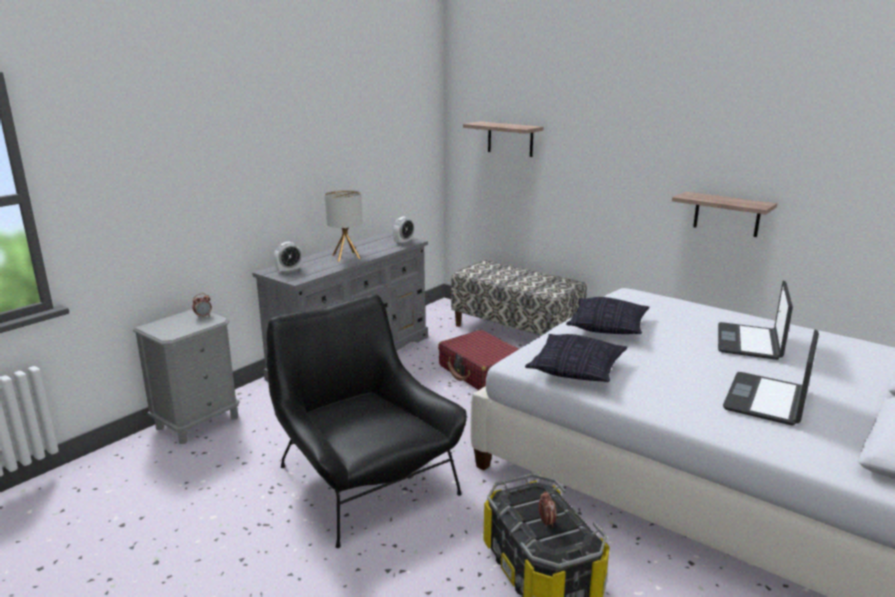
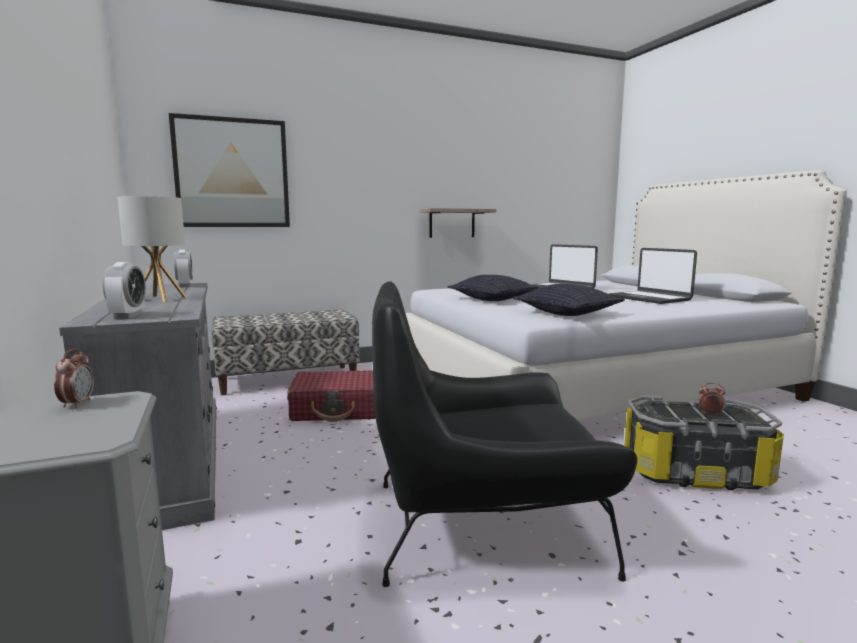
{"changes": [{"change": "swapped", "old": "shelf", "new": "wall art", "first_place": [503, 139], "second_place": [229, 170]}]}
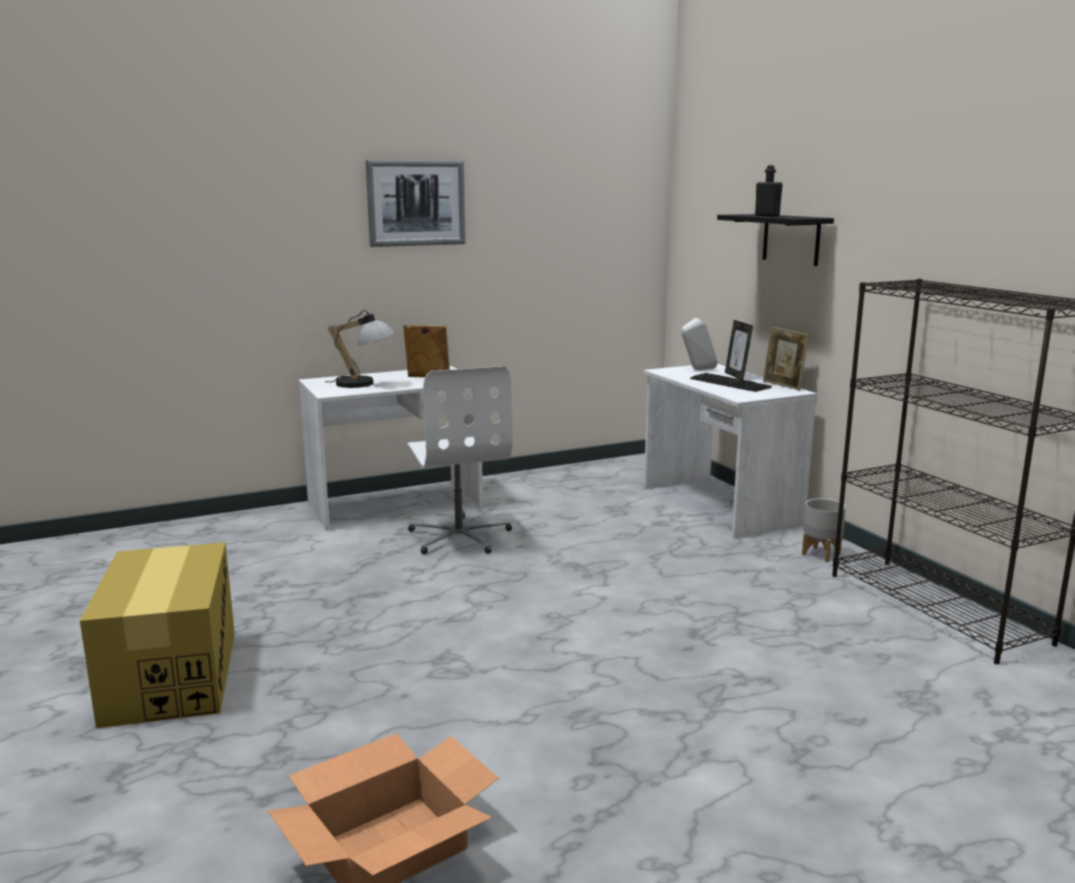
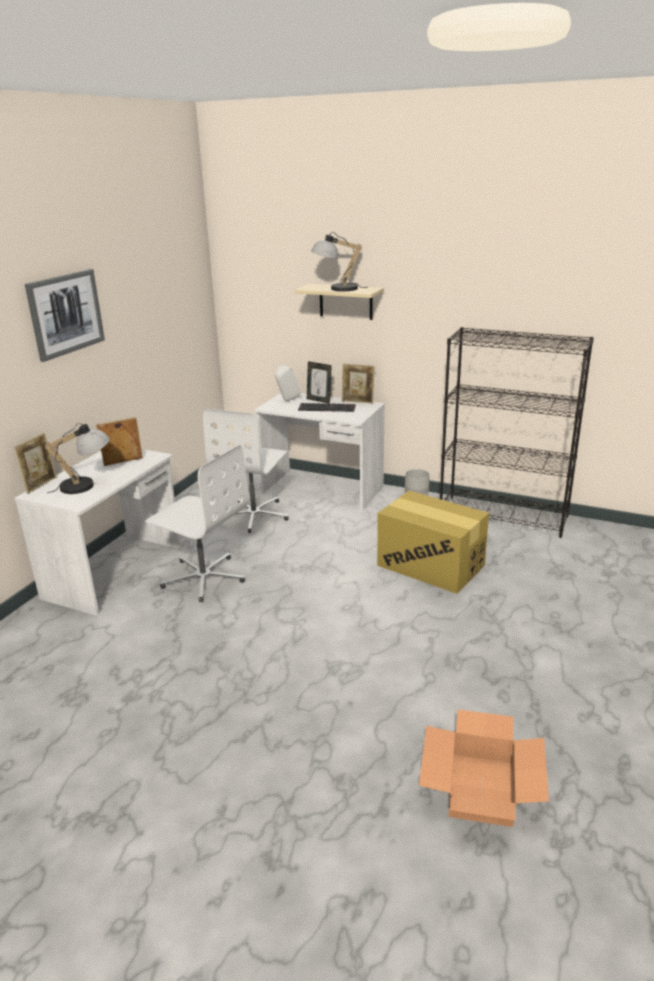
{"changes": [{"change": "new", "new": "picture frame", "second_place": [35, 463]}, {"change": "new", "new": "computer chair (white)", "second_place": [246, 471]}, {"change": "shifted", "old": "packing box", "first_place": [157, 635], "second_place": [433, 542]}, {"change": "swapped", "old": "drink bottle (black-coloured)", "new": "tabletop lamp", "first_place": [769, 190], "second_place": [339, 261]}, {"change": "repainted", "old": "shelf (black-coloured)", "new": "shelf (beige)", "first_place": [775, 240], "second_place": [339, 302]}]}
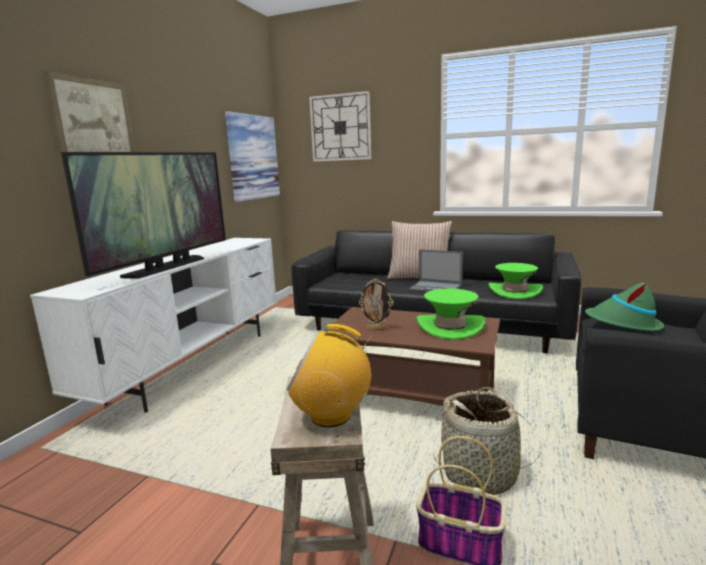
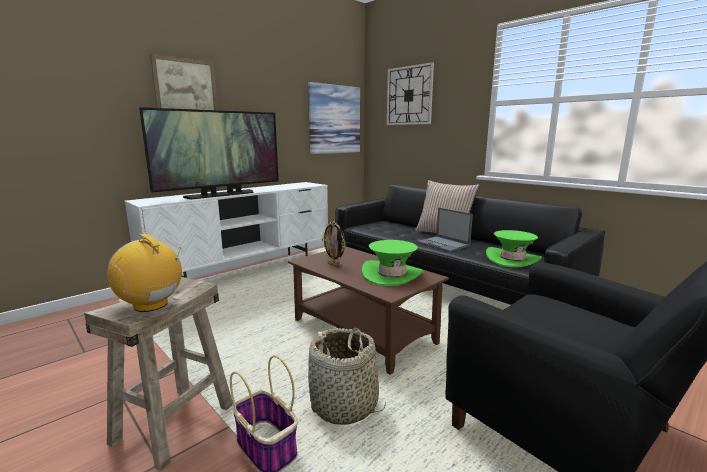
{"changes": [{"change": "gone", "old": "wearable hat (green)", "first_place": [624, 306]}]}
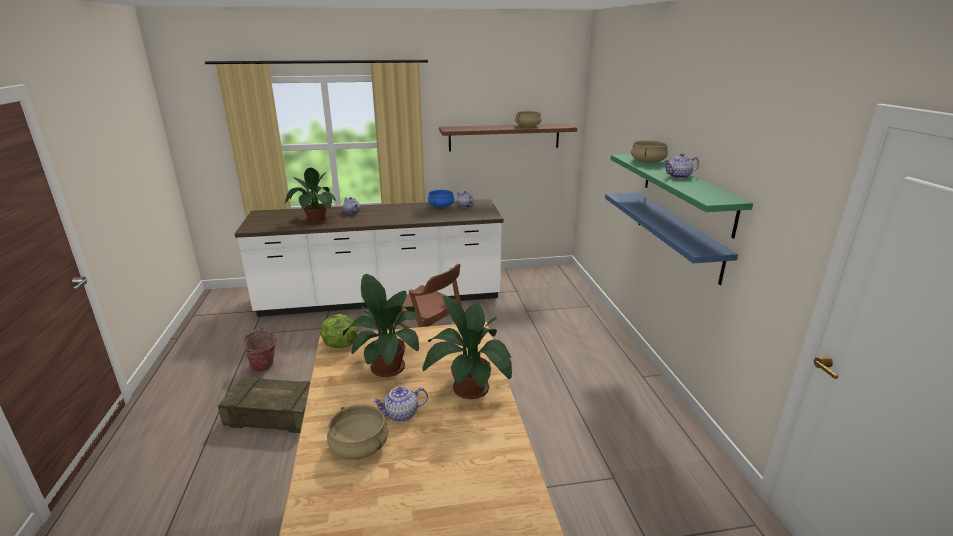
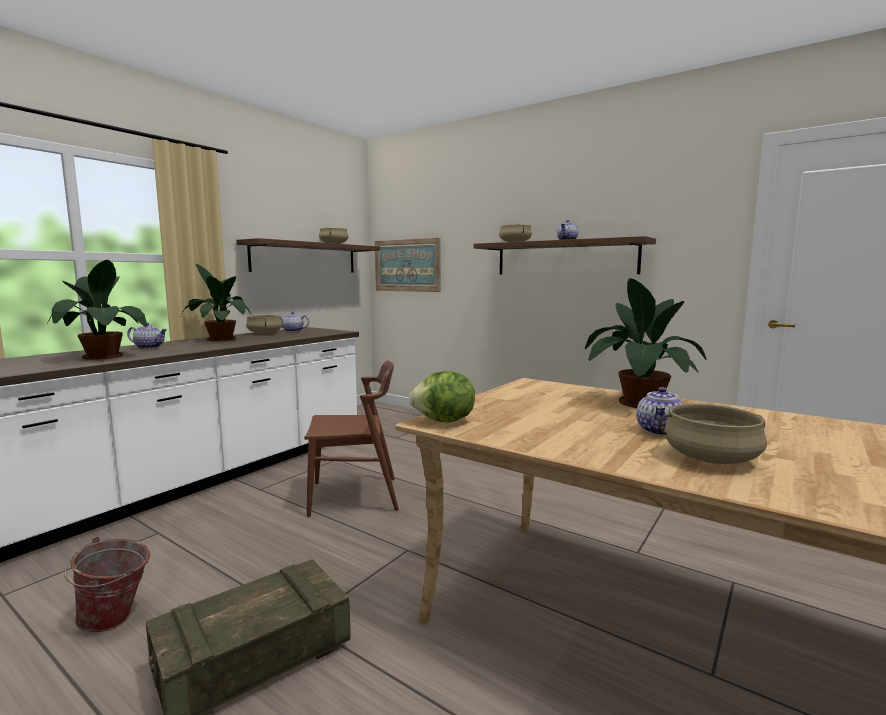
{"changes": [{"change": "gone", "old": "shelf (blue)", "first_place": [671, 238]}, {"change": "new", "new": "wall art", "second_place": [408, 265]}, {"change": "shifted", "old": "potted plant", "first_place": [384, 325], "second_place": [217, 302]}, {"change": "repainted", "old": "saucepot (blue)", "new": "saucepot (beige)", "first_place": [441, 198], "second_place": [264, 324]}, {"change": "repainted", "old": "shelf (green)", "new": "shelf (brown-coloured)", "first_place": [681, 196], "second_place": [565, 255]}]}
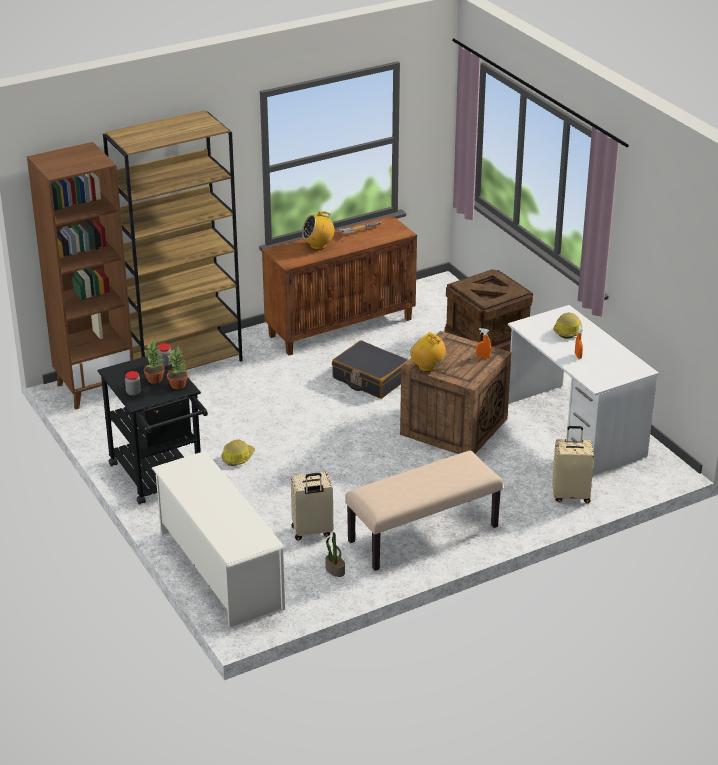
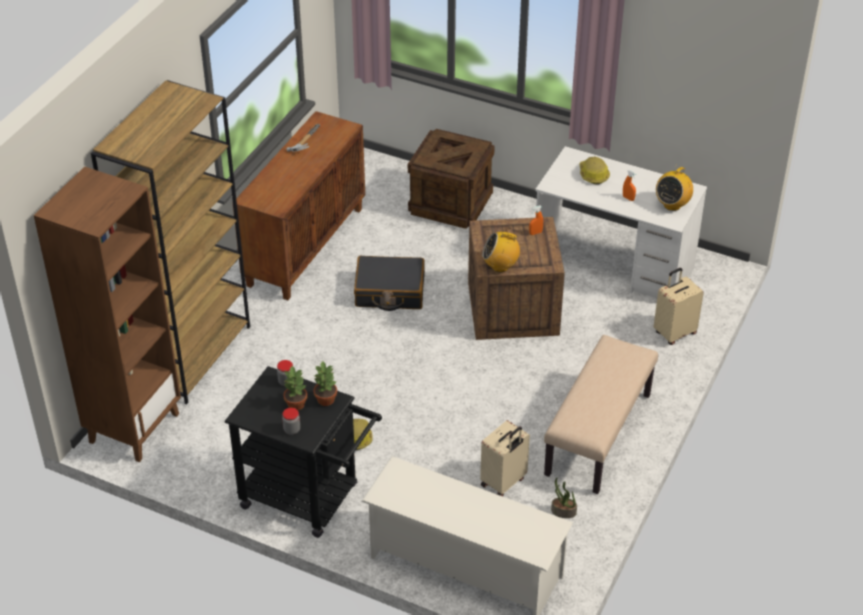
{"changes": [{"change": "shifted", "old": "radio receiver", "first_place": [318, 230], "second_place": [674, 187]}]}
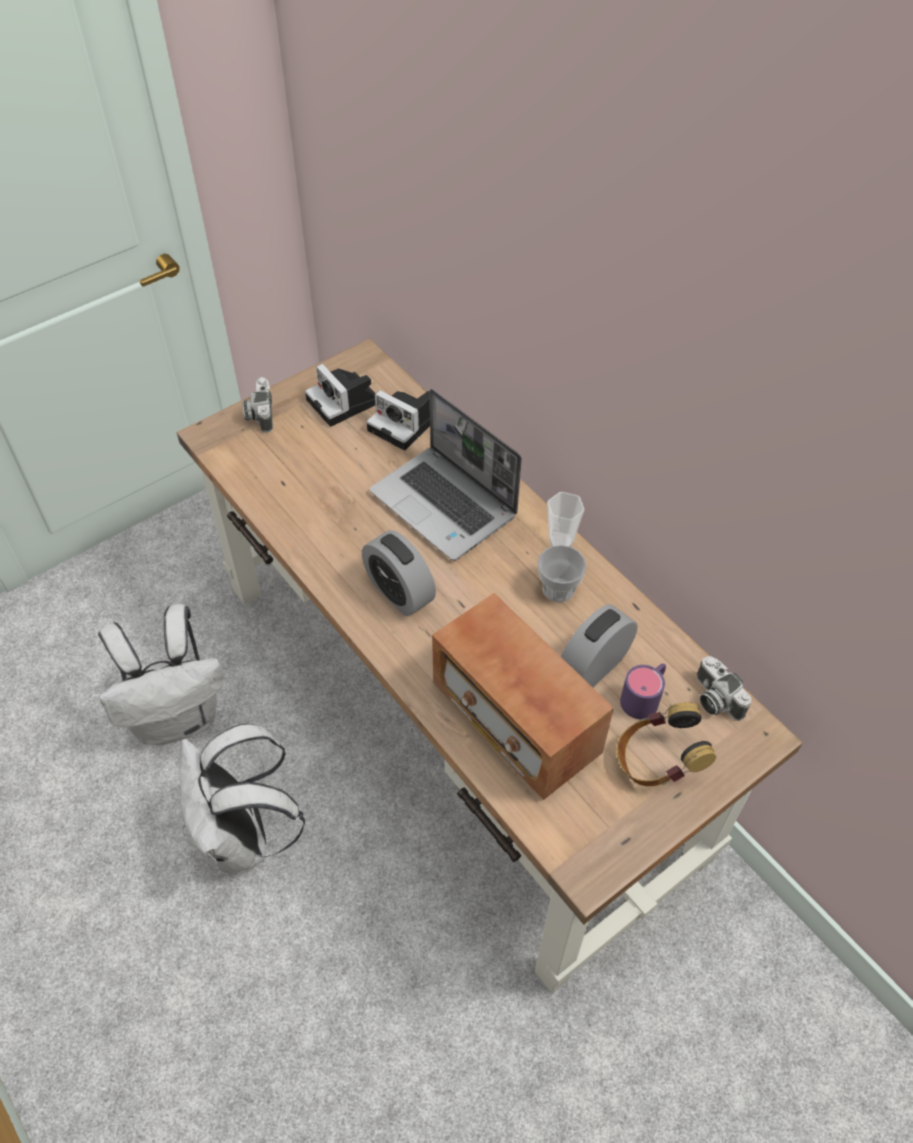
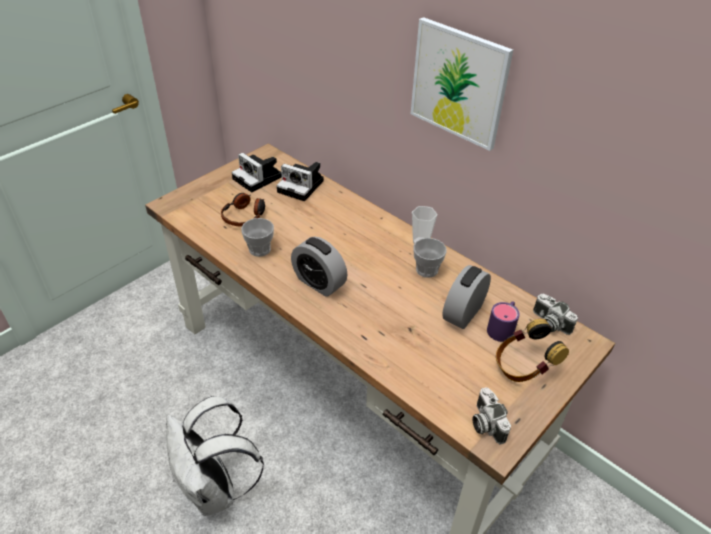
{"changes": [{"change": "gone", "old": "backpack (white)", "first_place": [160, 674]}, {"change": "gone", "old": "laptop", "first_place": [446, 475]}, {"change": "gone", "old": "radio receiver", "first_place": [523, 696]}, {"change": "new", "new": "headphones", "second_place": [243, 209]}, {"change": "new", "new": "drinking cup", "second_place": [257, 237]}, {"change": "new", "new": "wall art", "second_place": [462, 84]}, {"change": "shifted", "old": "photo camera", "first_place": [257, 405], "second_place": [491, 415]}]}
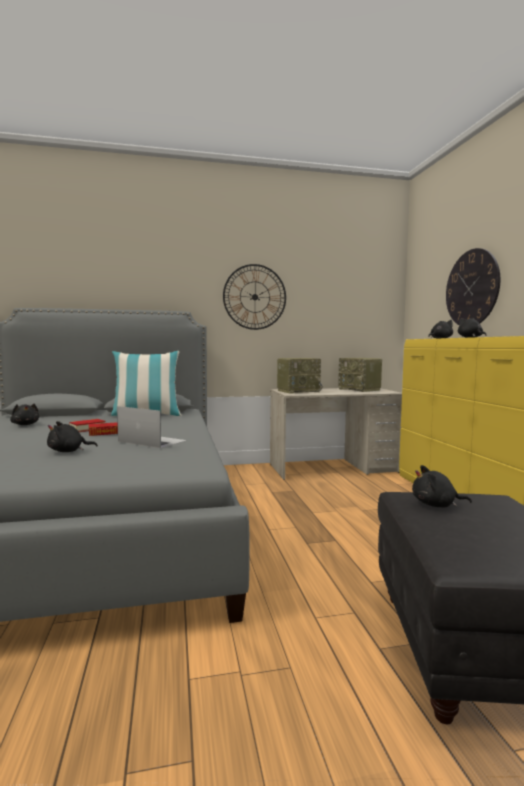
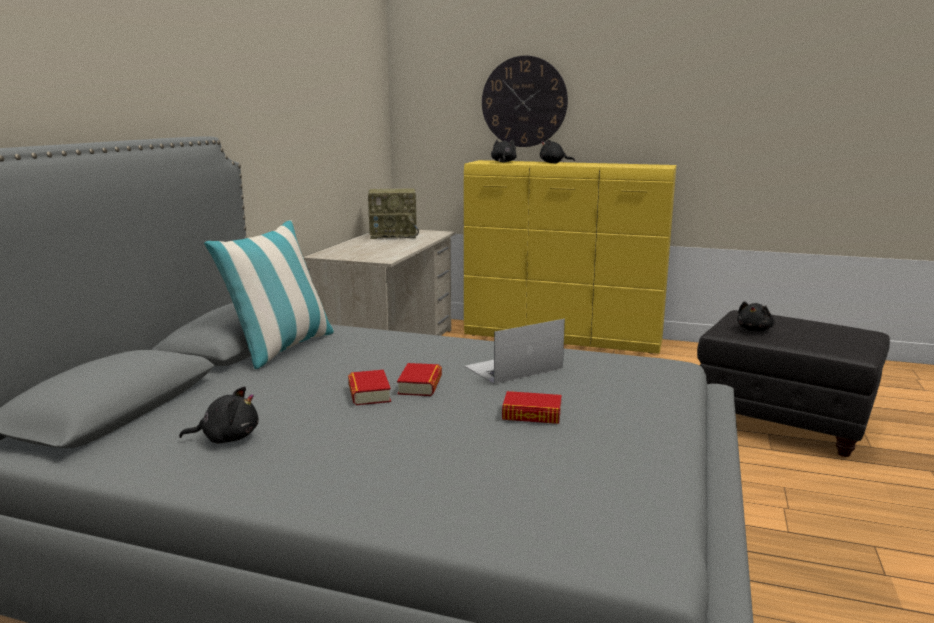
{"changes": [{"change": "gone", "old": "clock on the wall", "first_place": [254, 297]}, {"change": "gone", "old": "radio receiver", "first_place": [300, 375]}, {"change": "swapped", "old": "cuddly toy (black-coloured)", "new": "book", "first_place": [72, 436], "second_place": [532, 407]}]}
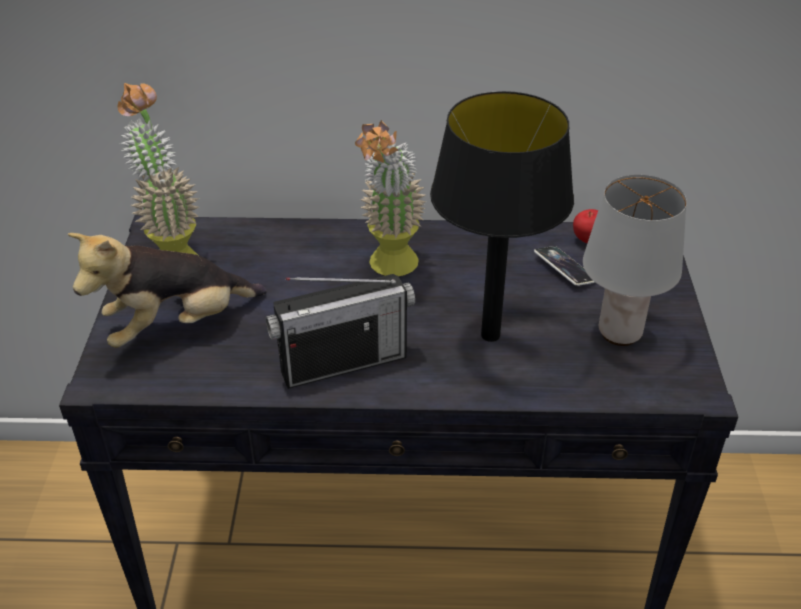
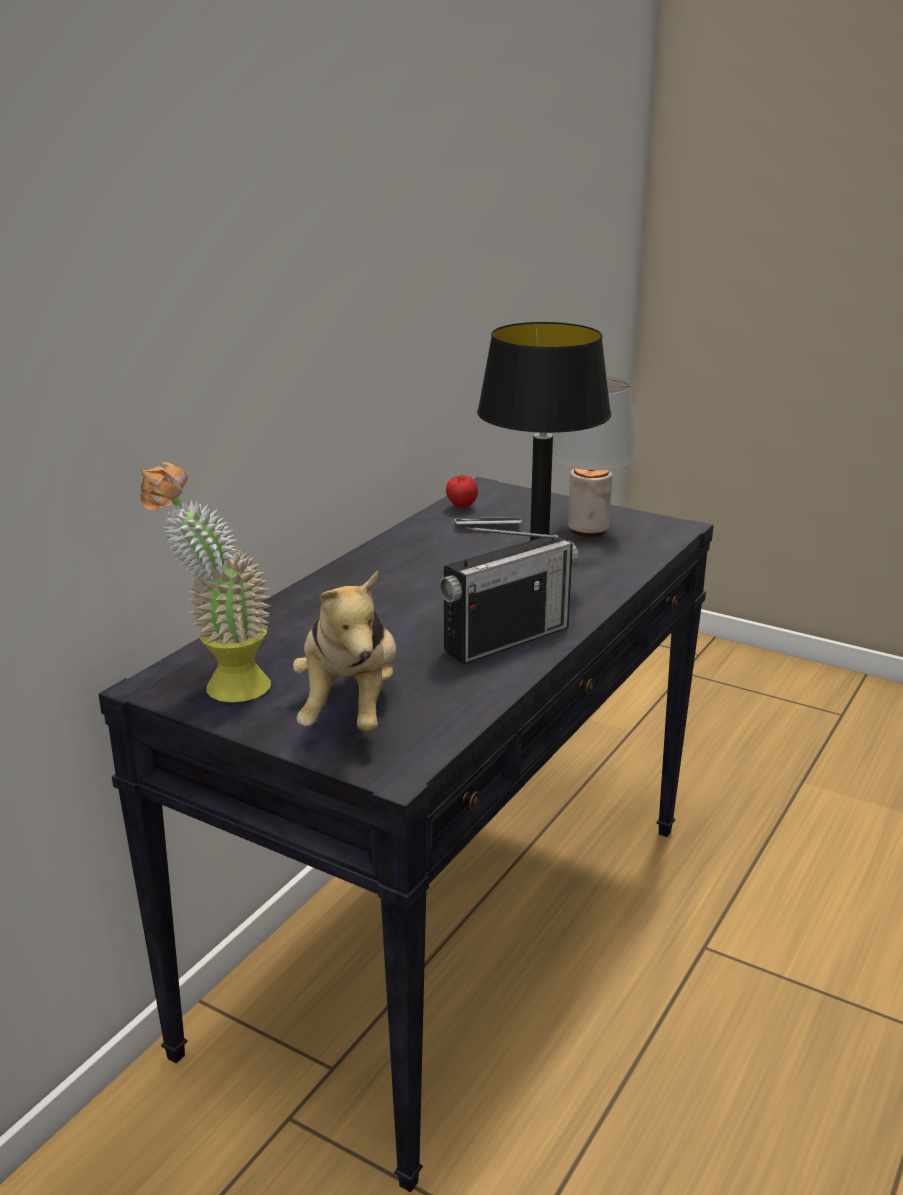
{"changes": [{"change": "gone", "old": "potted plant", "first_place": [390, 198]}, {"change": "rotated", "old": "radio receiver", "first_place": [340, 331], "second_place": [509, 595], "degrees": 45}]}
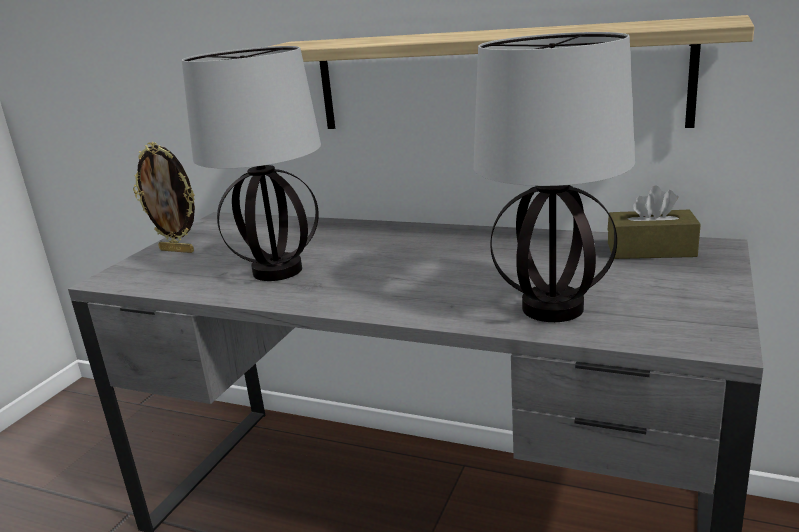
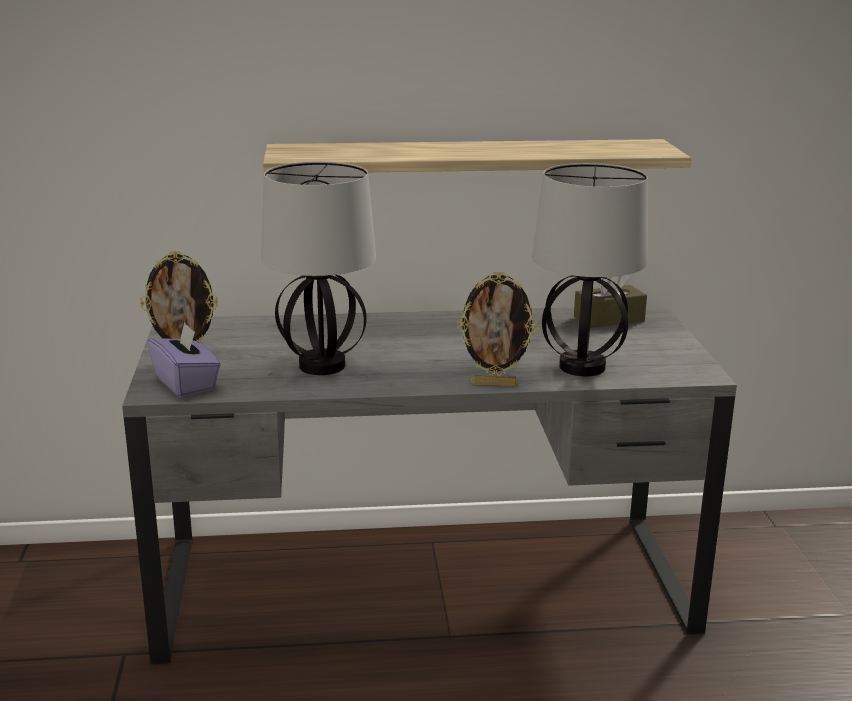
{"changes": [{"change": "new", "new": "tissue box (purplish)", "second_place": [184, 359]}, {"change": "new", "new": "picture frame", "second_place": [497, 328]}]}
